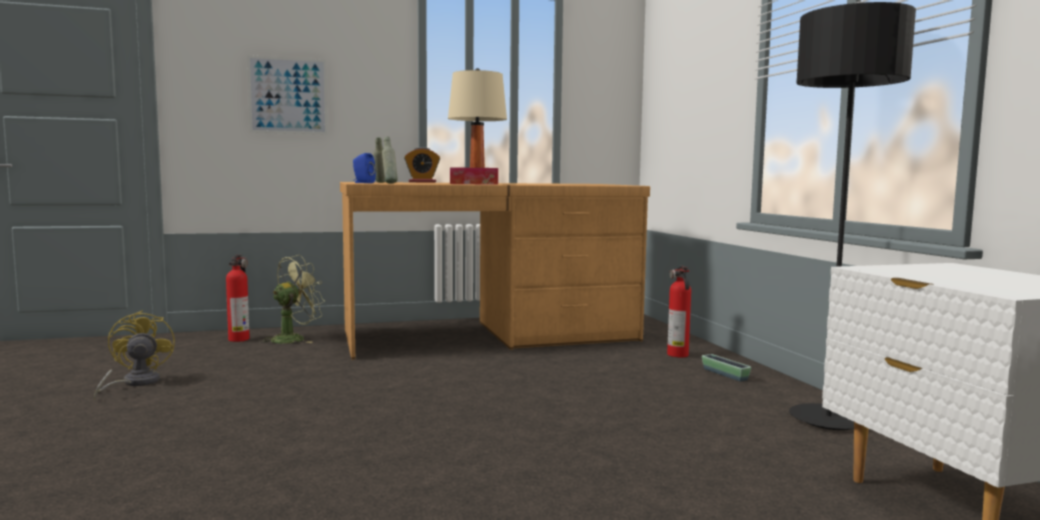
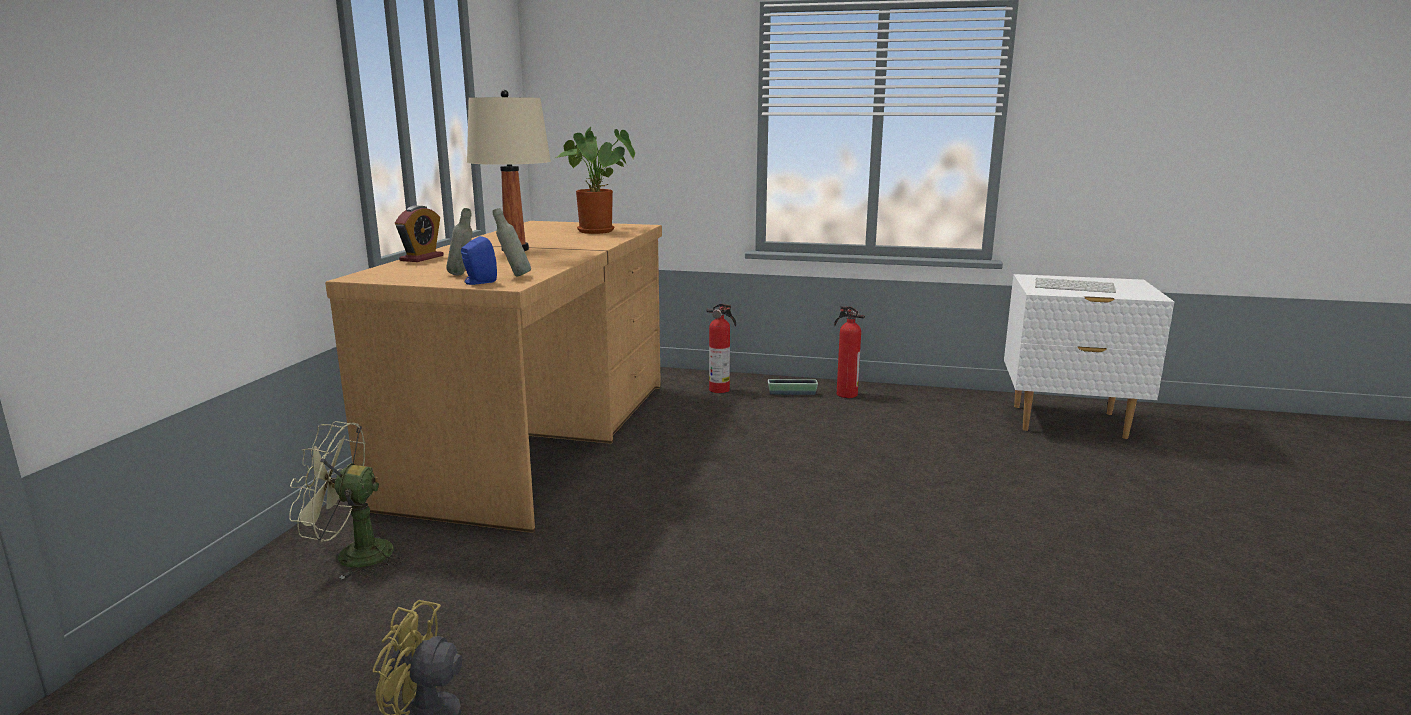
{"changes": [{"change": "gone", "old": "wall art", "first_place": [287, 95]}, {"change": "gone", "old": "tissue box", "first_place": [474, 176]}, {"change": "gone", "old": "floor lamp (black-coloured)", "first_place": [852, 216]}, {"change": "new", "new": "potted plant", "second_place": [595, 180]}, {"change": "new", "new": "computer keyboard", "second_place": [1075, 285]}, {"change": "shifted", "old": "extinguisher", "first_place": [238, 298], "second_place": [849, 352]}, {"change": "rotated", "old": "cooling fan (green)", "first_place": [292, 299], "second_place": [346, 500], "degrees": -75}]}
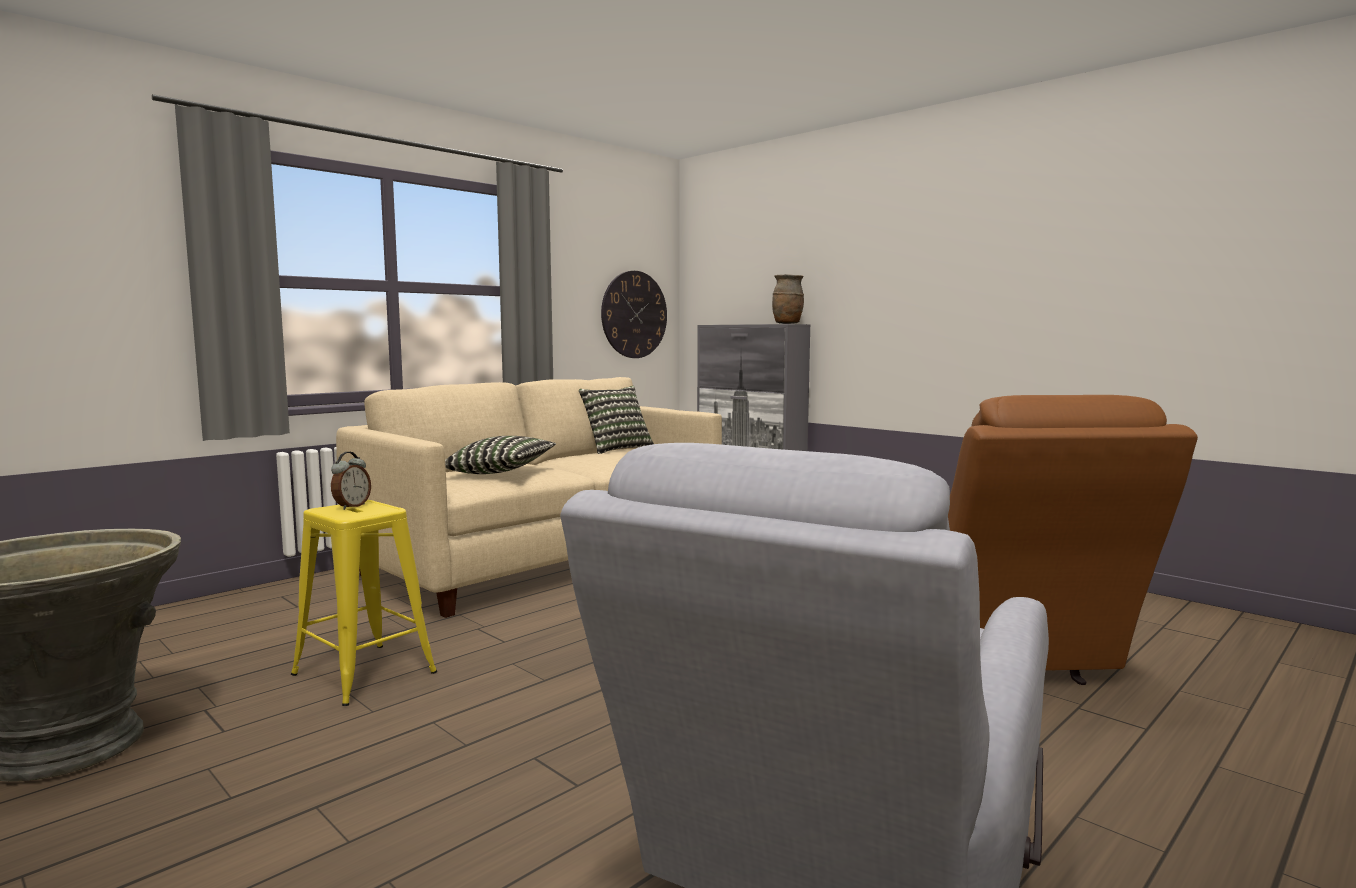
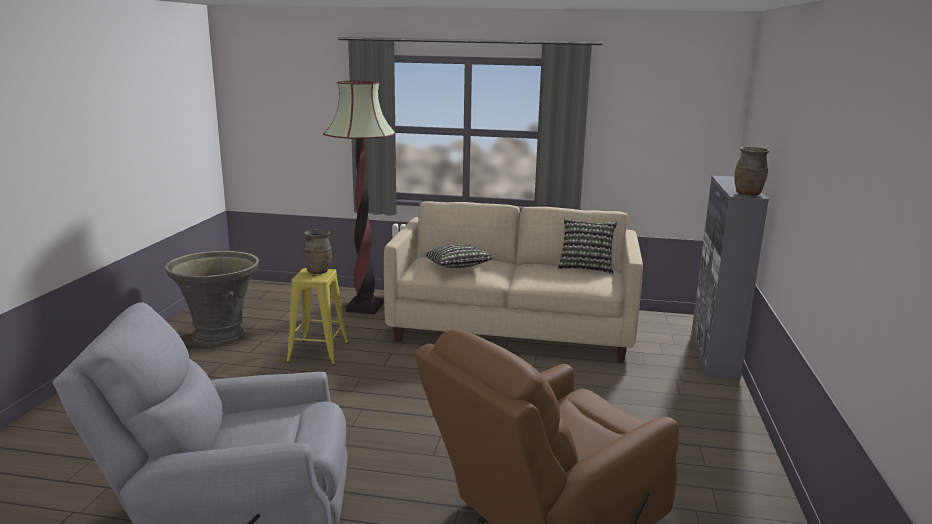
{"changes": [{"change": "gone", "old": "clock on the wall", "first_place": [634, 314]}, {"change": "new", "new": "floor lamp", "second_place": [359, 197]}, {"change": "swapped", "old": "bedside clock", "new": "decorative vase (brown-coloured)", "first_place": [351, 481], "second_place": [317, 251]}]}
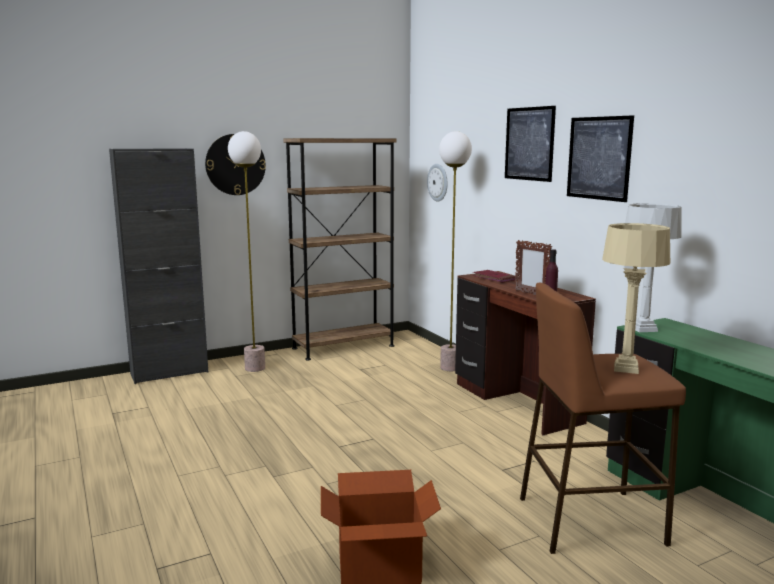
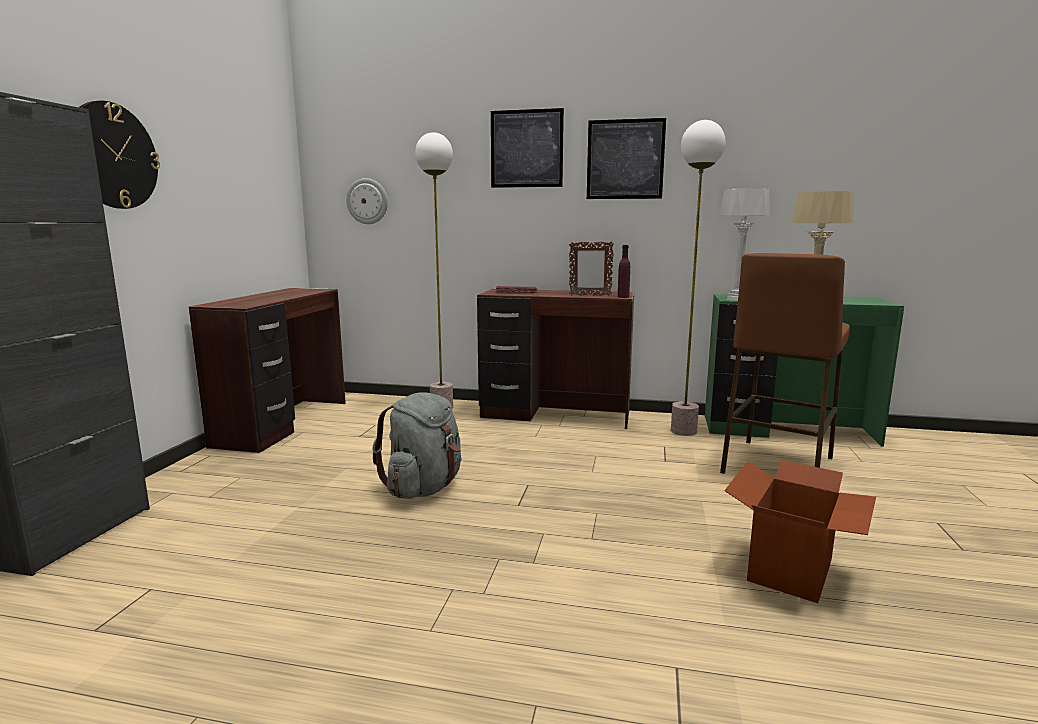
{"changes": [{"change": "new", "new": "backpack (gray)", "second_place": [417, 445]}, {"change": "shifted", "old": "floor lamp", "first_place": [246, 251], "second_place": [698, 278]}, {"change": "swapped", "old": "bookcase (brown-coloured)", "new": "desk table (brown-coloured)", "first_place": [340, 249], "second_place": [267, 370]}]}
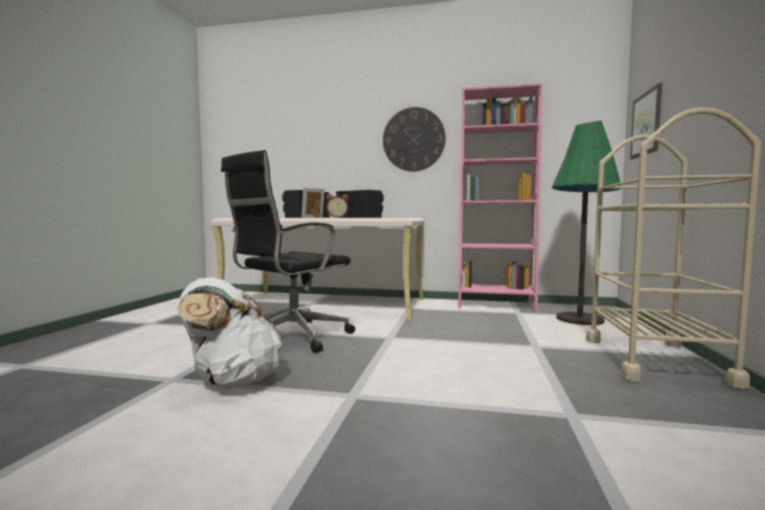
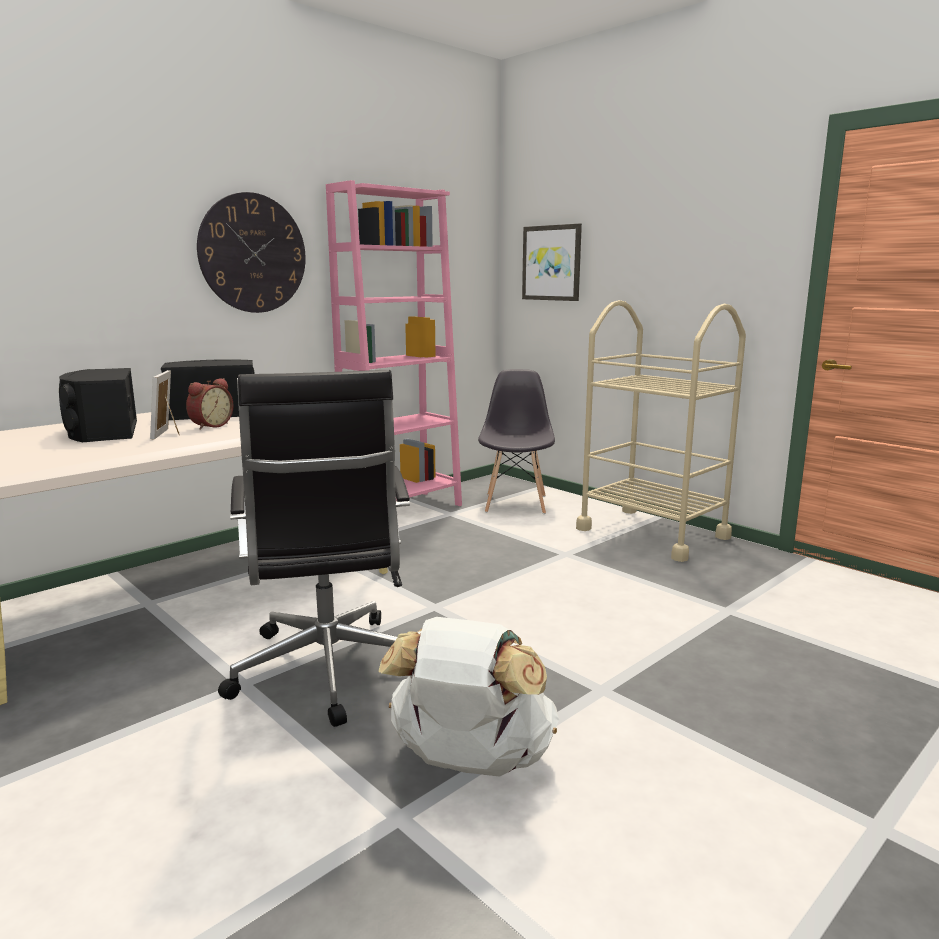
{"changes": [{"change": "swapped", "old": "floor lamp (green)", "new": "plain chair (gray)", "first_place": [586, 223], "second_place": [516, 441]}]}
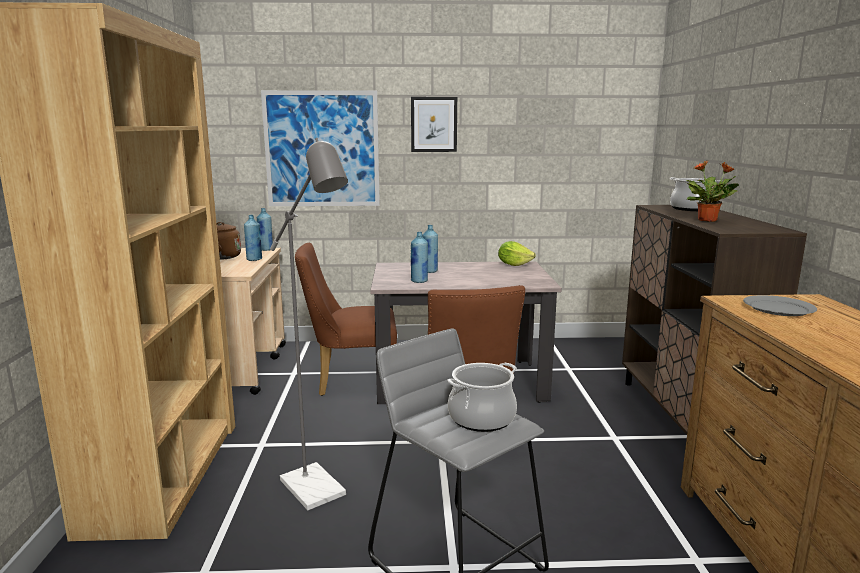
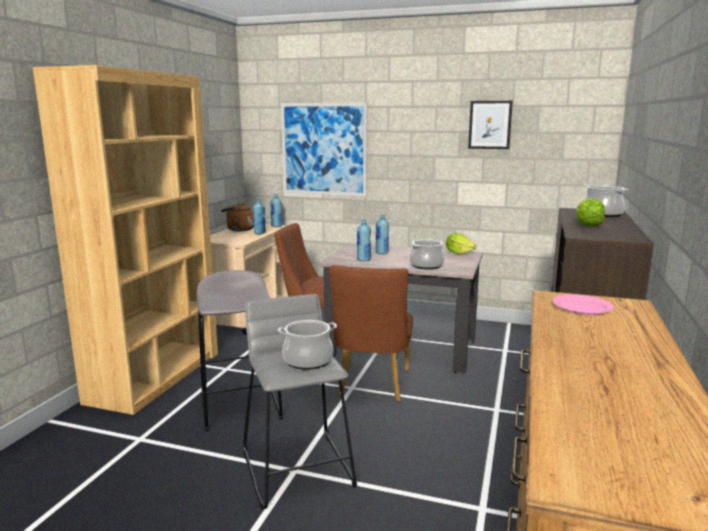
{"changes": [{"change": "new", "new": "saucepot", "second_place": [427, 254]}, {"change": "shifted", "old": "wall art", "first_place": [434, 124], "second_place": [490, 125]}, {"change": "swapped", "old": "floor lamp (gray)", "new": "stool (gray)", "first_place": [309, 324], "second_place": [240, 350]}, {"change": "swapped", "old": "potted plant", "new": "lettuce head", "first_place": [713, 191], "second_place": [590, 212]}, {"change": "repainted", "old": "flat dish (gray)", "new": "flat dish (pink)", "first_place": [780, 305], "second_place": [583, 304]}]}
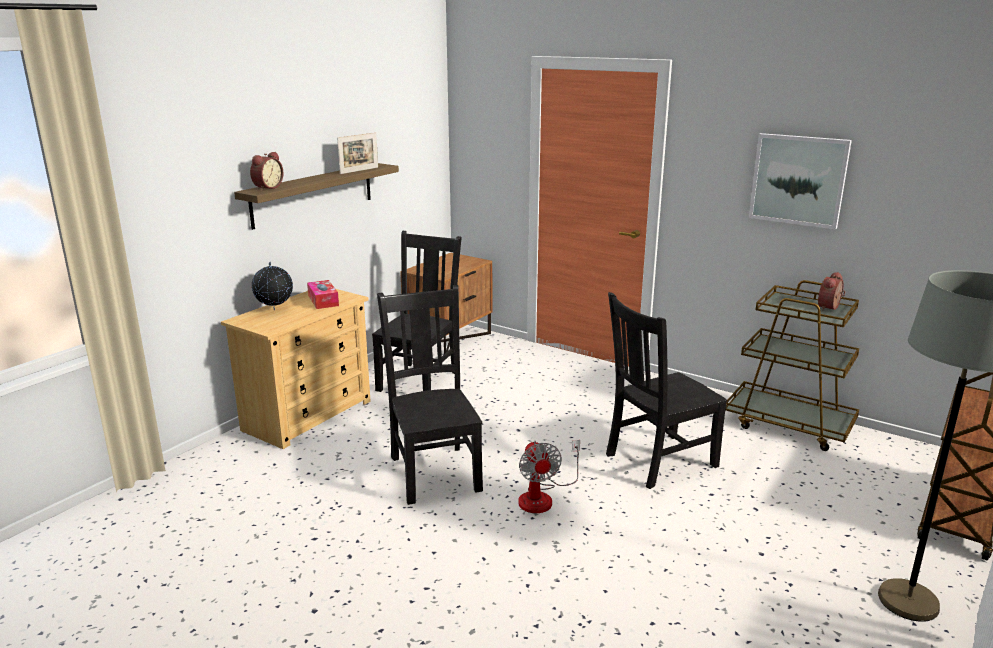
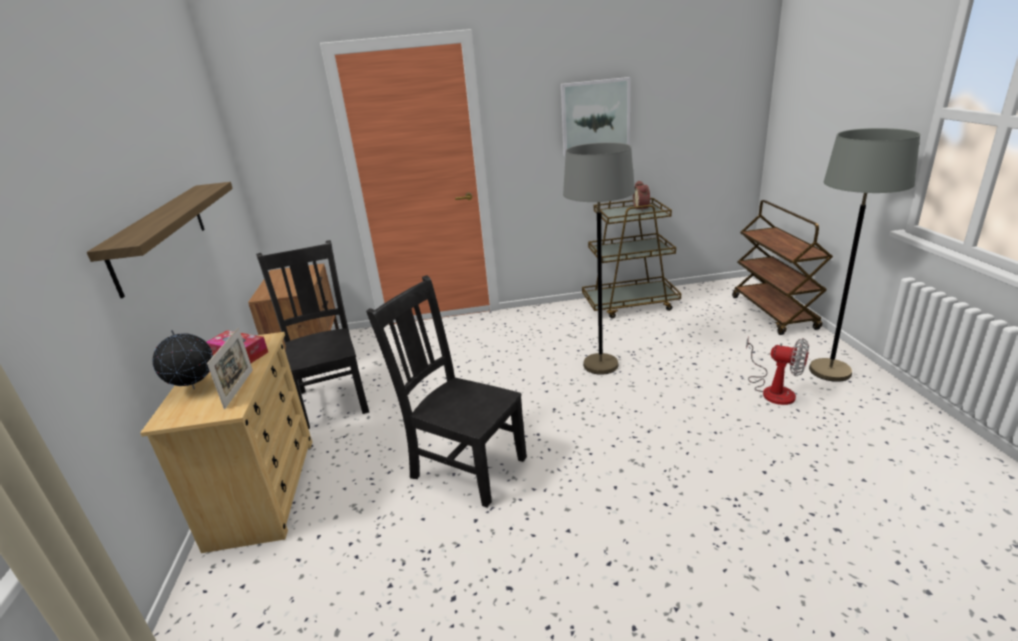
{"changes": [{"change": "gone", "old": "bedside clock", "first_place": [266, 171]}, {"change": "shifted", "old": "picture frame", "first_place": [357, 153], "second_place": [230, 368]}, {"change": "shifted", "old": "cooling fan", "first_place": [549, 476], "second_place": [777, 371]}, {"change": "swapped", "old": "plain chair (black-coloured)", "new": "floor lamp (gray)", "first_place": [666, 390], "second_place": [599, 258]}]}
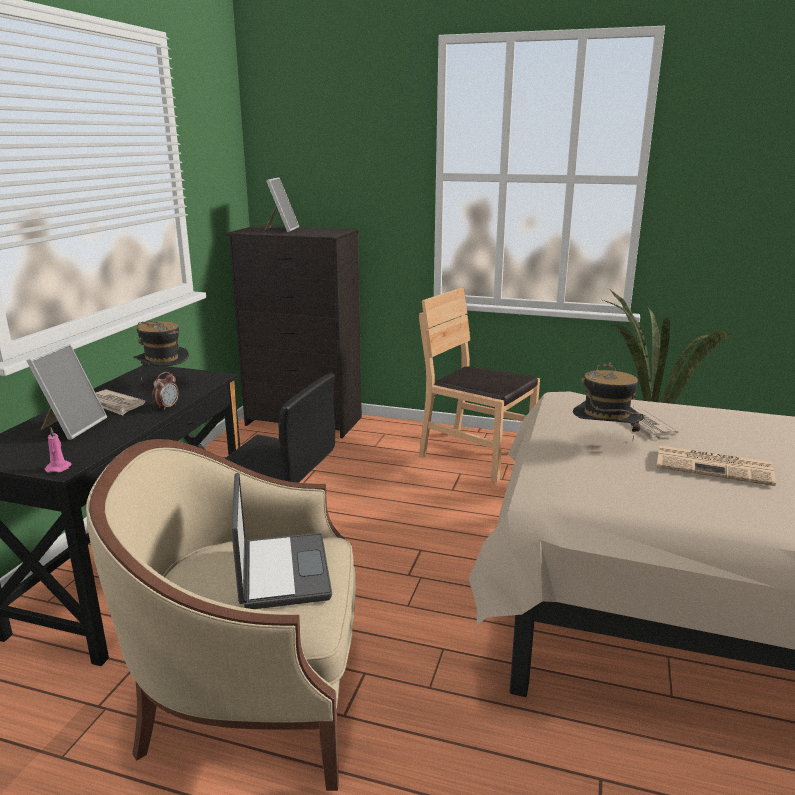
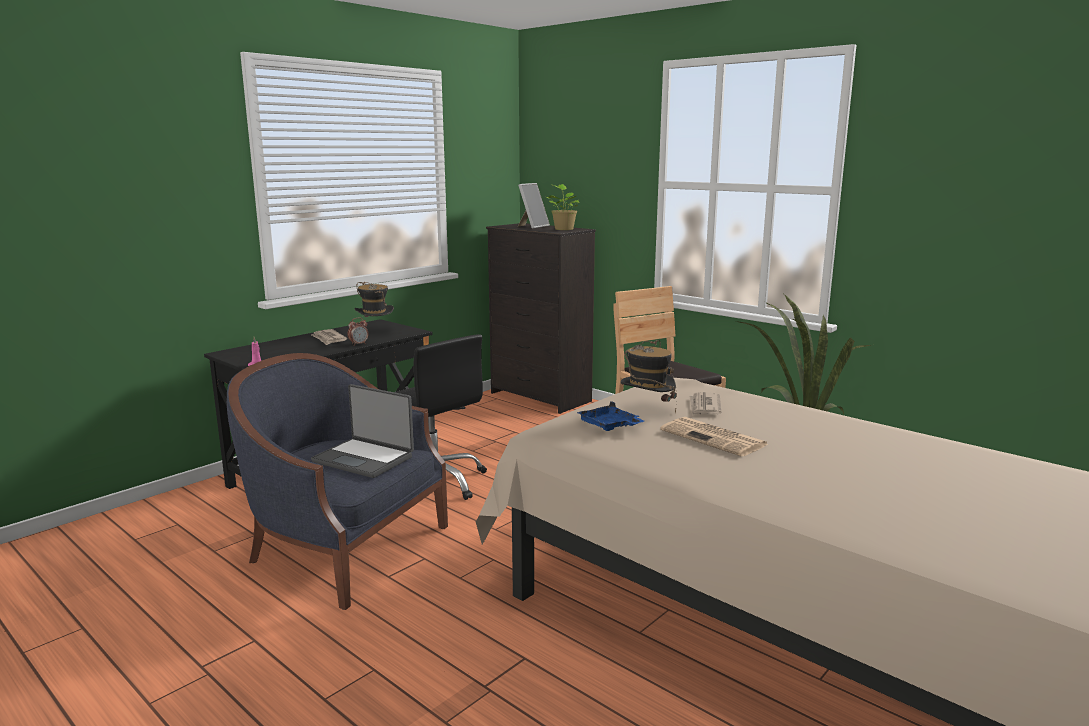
{"changes": [{"change": "gone", "old": "picture frame", "first_place": [67, 391]}, {"change": "new", "new": "potted plant", "second_place": [563, 207]}, {"change": "new", "new": "tray (blue)", "second_place": [610, 416]}, {"change": "repainted", "old": "lounge chair (beige)", "new": "lounge chair (blue)", "first_place": [221, 615], "second_place": [337, 481]}, {"change": "rotated", "old": "laptop", "first_place": [281, 541], "second_place": [362, 431], "degrees": 105}]}
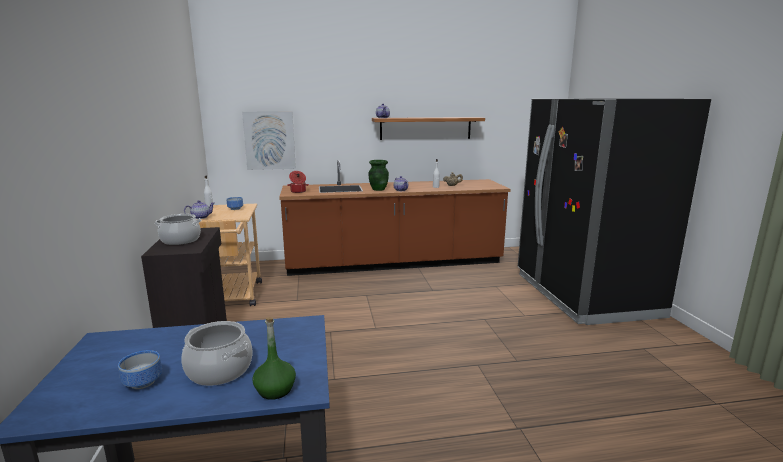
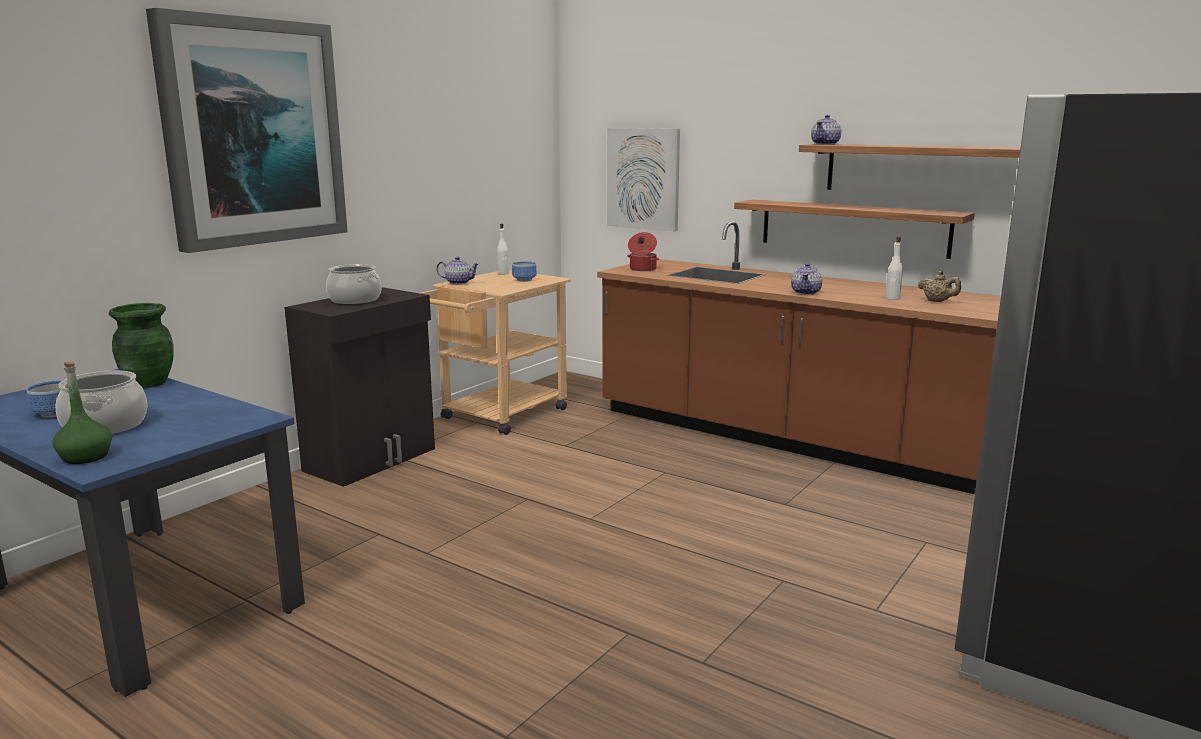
{"changes": [{"change": "new", "new": "wall art", "second_place": [247, 130]}, {"change": "new", "new": "shelf", "second_place": [854, 229]}, {"change": "shifted", "old": "decorative vase (green)", "first_place": [379, 175], "second_place": [141, 345]}]}
